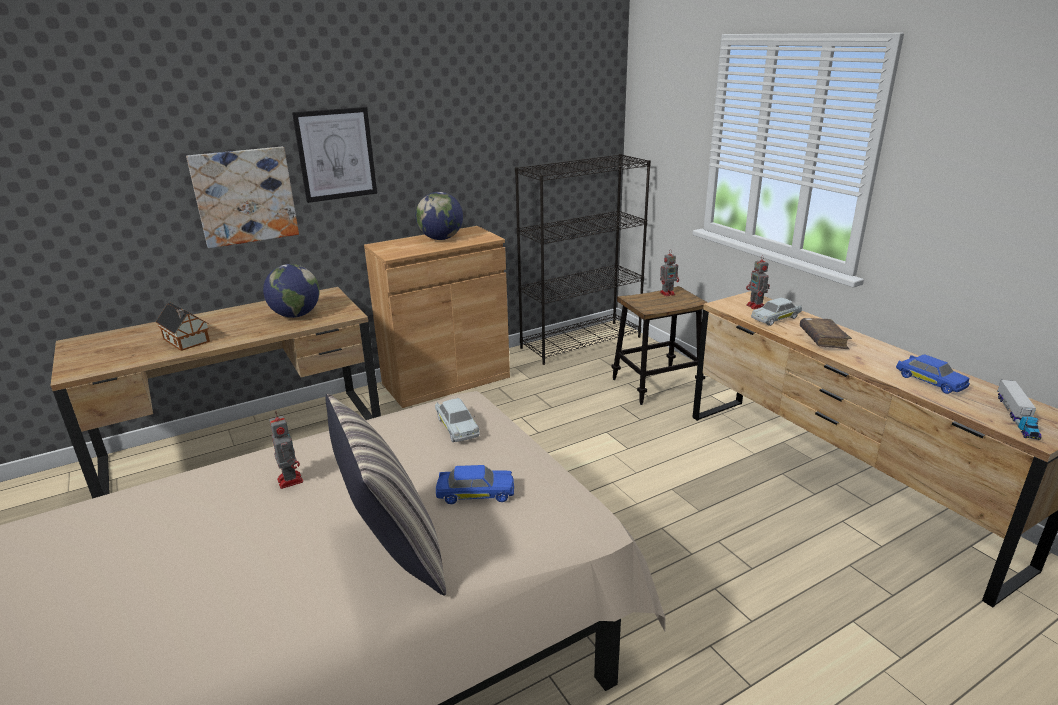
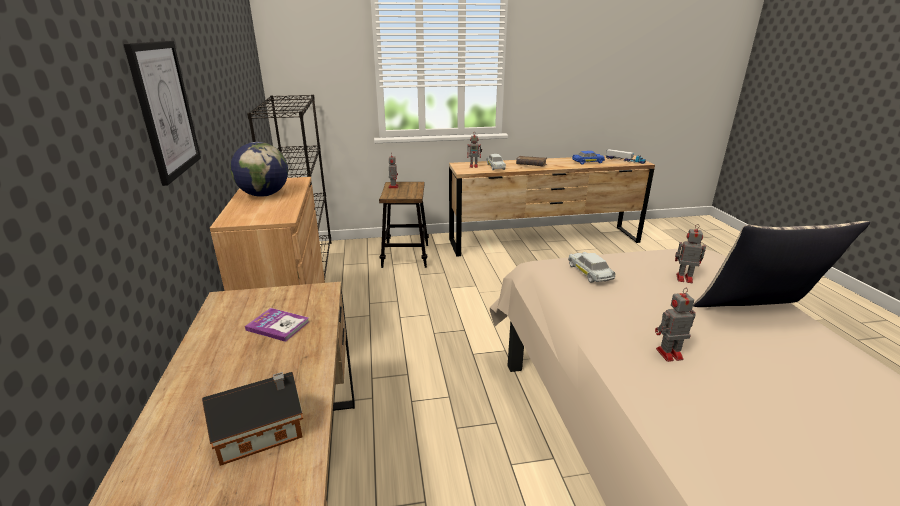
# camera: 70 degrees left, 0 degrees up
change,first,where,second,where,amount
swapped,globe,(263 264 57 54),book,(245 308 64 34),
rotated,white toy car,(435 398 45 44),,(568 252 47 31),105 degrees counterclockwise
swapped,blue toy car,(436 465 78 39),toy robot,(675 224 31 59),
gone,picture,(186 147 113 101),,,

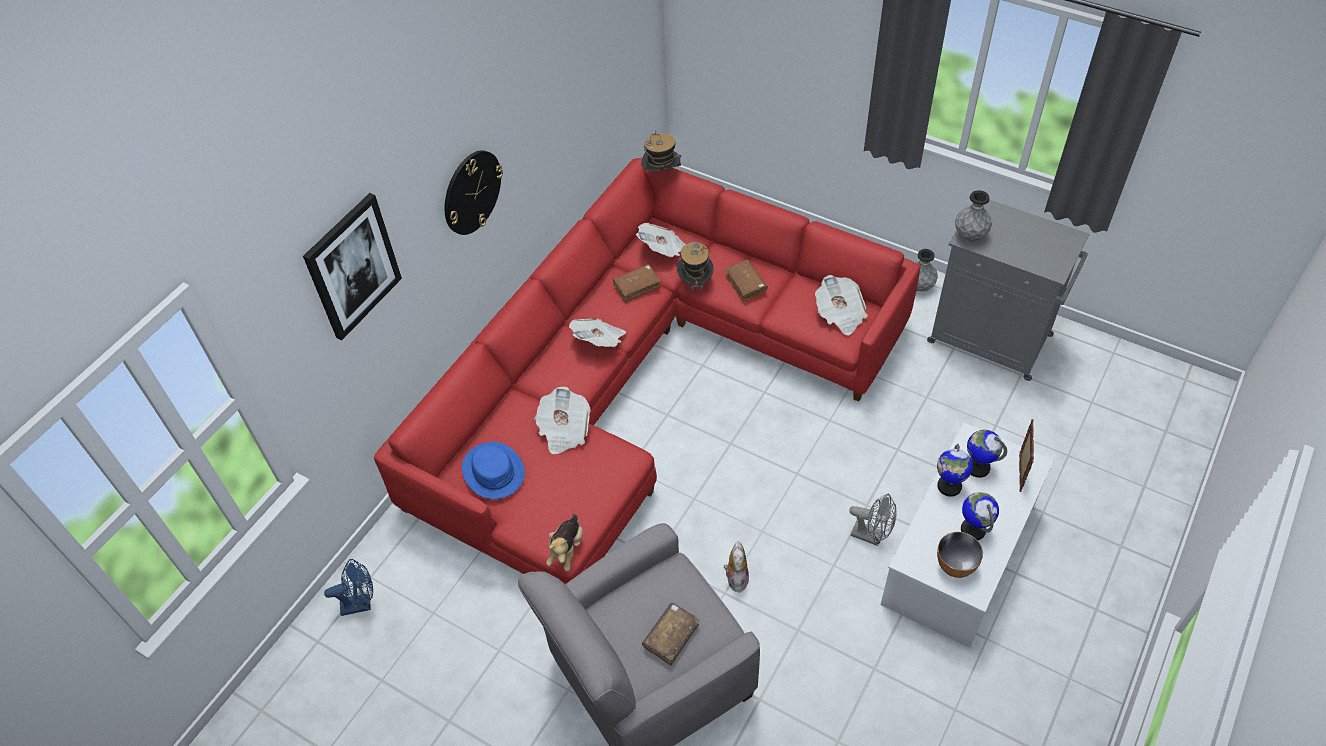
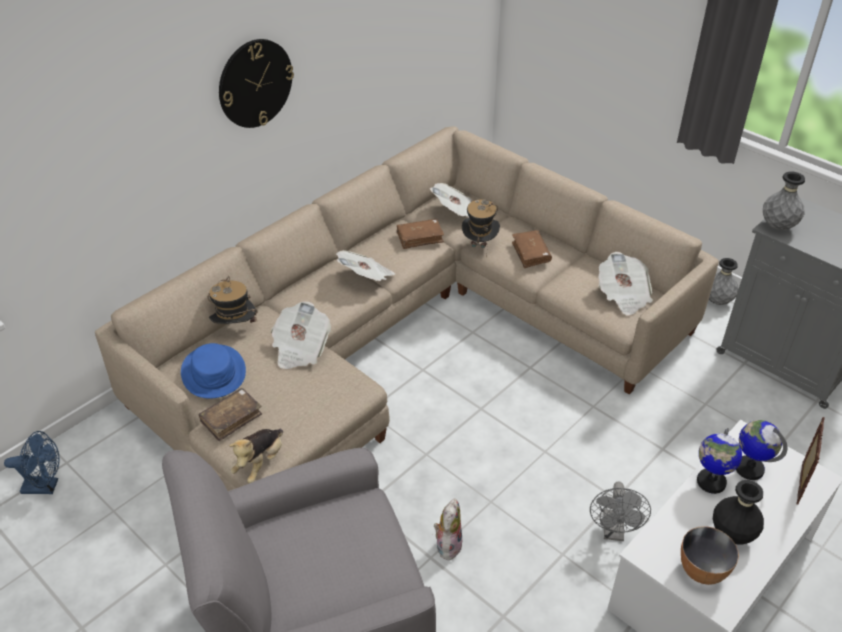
# camera: 10 degrees right, 10 degrees down
change,first,where,second,where,amount
repainted,red sofa,(374 158 546 426),beige sofa,(95 126 624 365),
shifted,brown book,(642 603 58 62),,(199 388 63 54),
shifted,hat,(641 130 40 42),,(207 276 51 48),
rotated,grey fan,(849 494 48 52),,(590 482 61 59),60 degrees clockwise
swapped,globe,(961 492 38 49),black vase,(713 480 51 64),
gone,picture,(303 193 99 148),,,

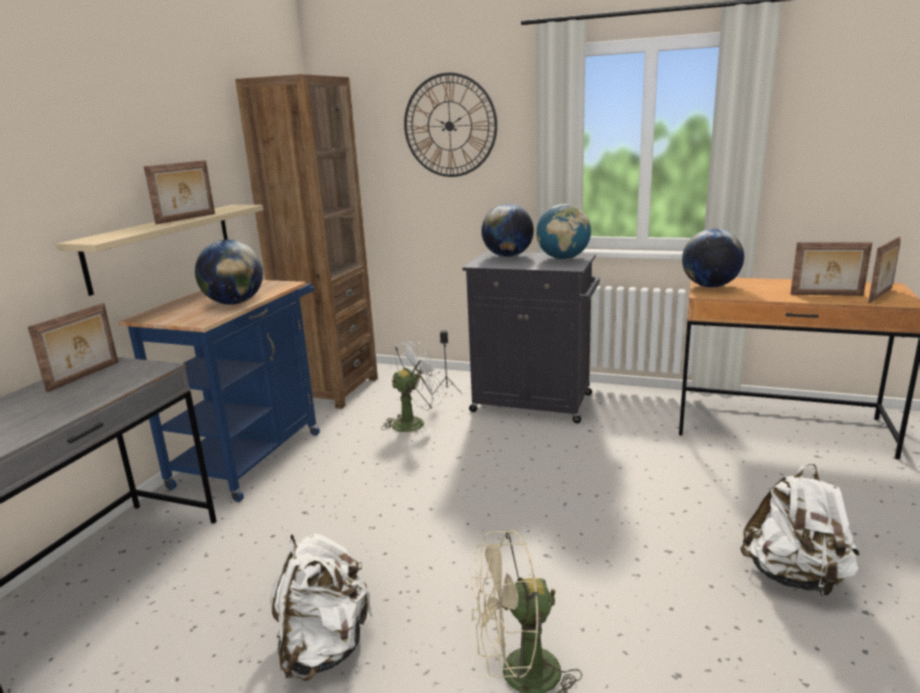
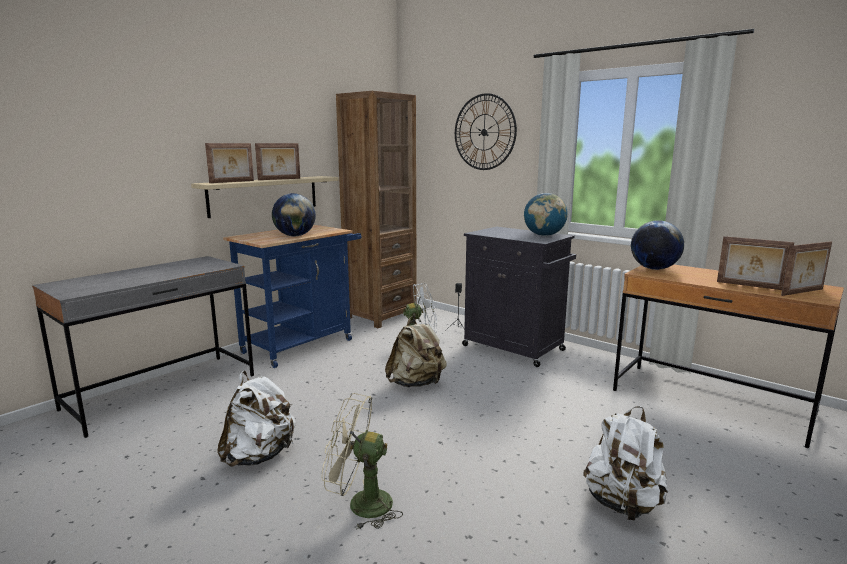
# camera: 20 degrees right, 5 degrees down
change,first,where,second,where,amount
shifted,picture frame,(28 303 90 89),,(205 143 49 40),
new,,,beige backpack,(385 316 62 71),
gone,globe,(481 204 53 53),,,

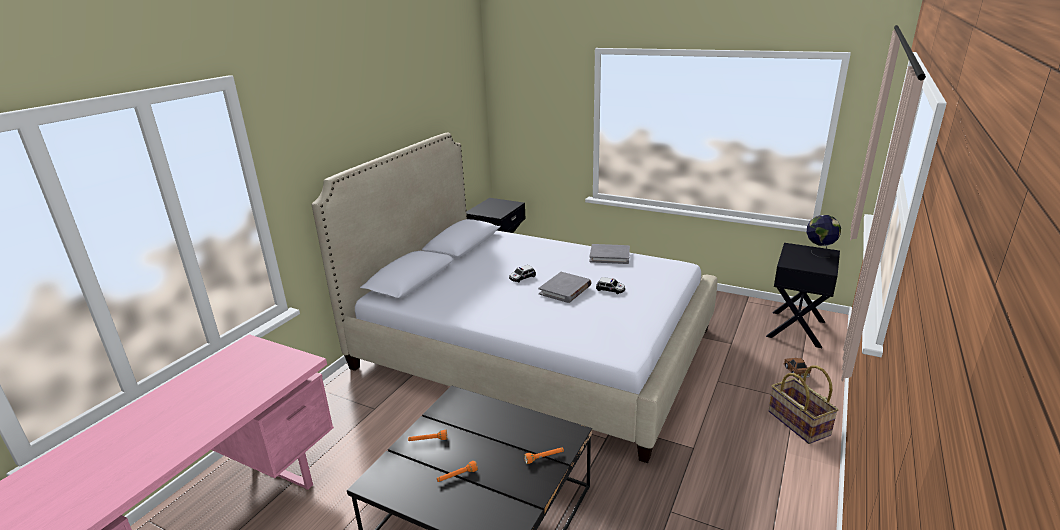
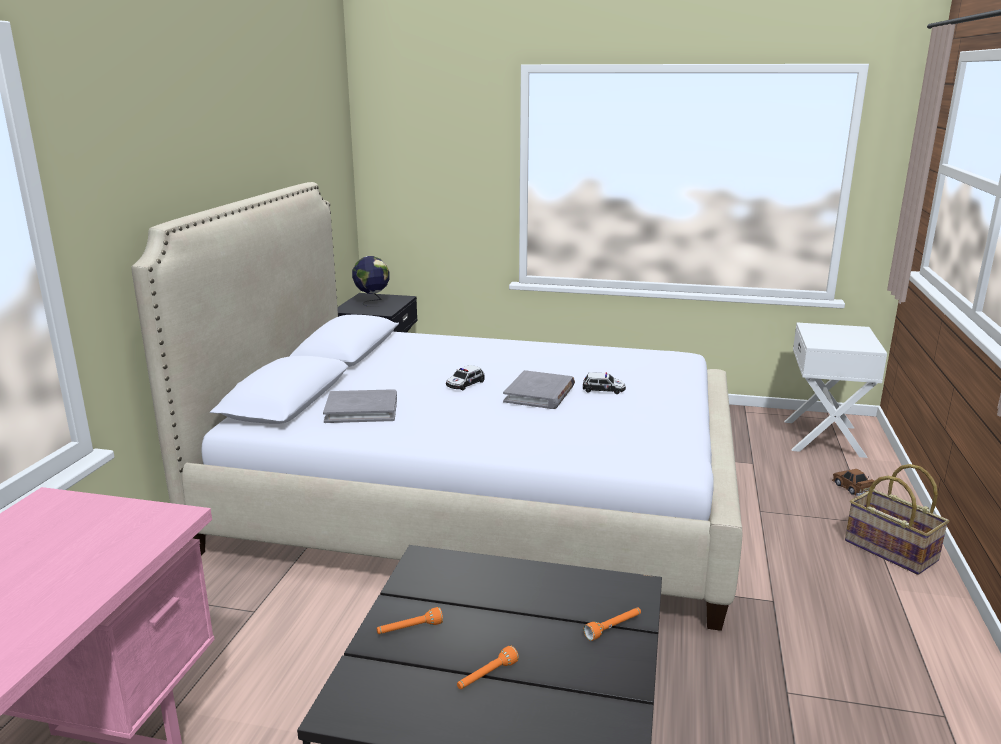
# camera: 15 degrees left, 5 degrees down
change,first,where,second,where,amount
shifted,grey book,(589 244 41 20),,(323 389 74 34),
shifted,globe,(807 215 34 43),,(352 256 38 51),
repainted,black nightstand,(766 243 74 105),white nightstand,(784 323 103 135),

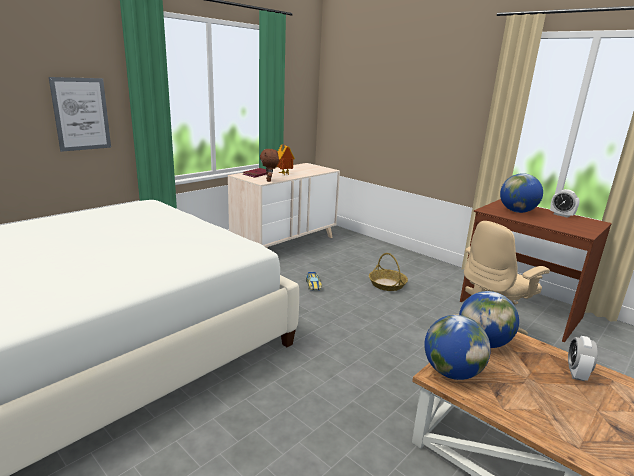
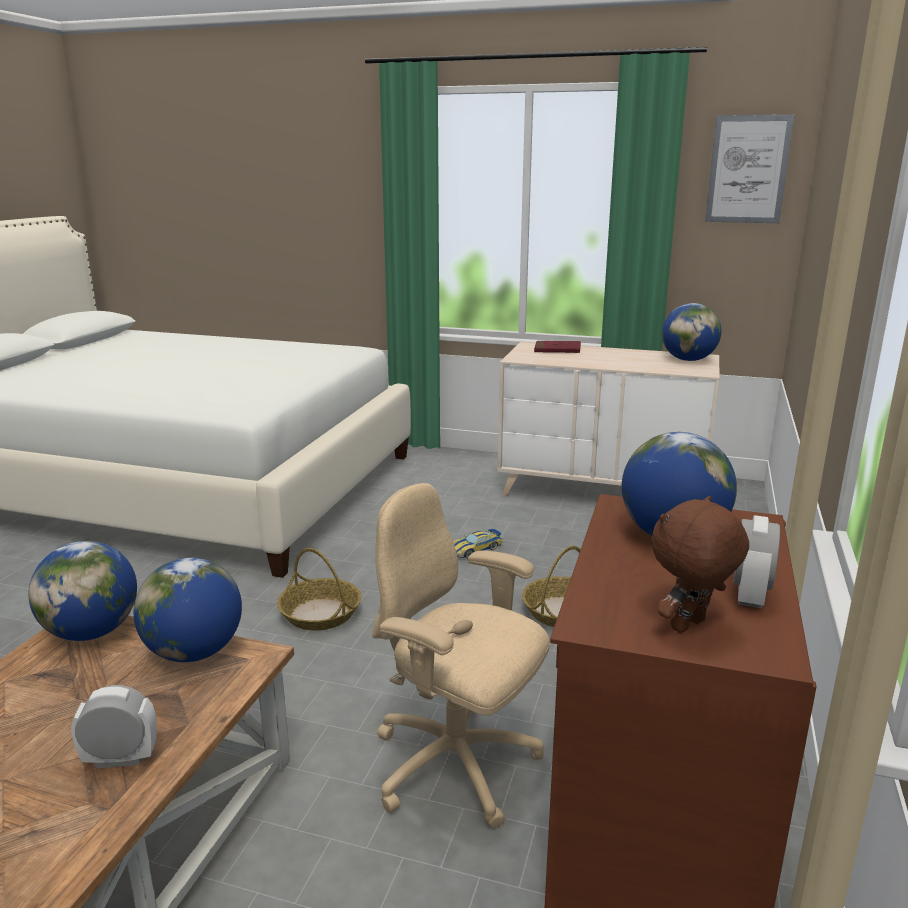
# camera: 65 degrees right, 0 degrees up
change,first,where,second,where,amount
new,,,basket,(277 548 84 83),
shifted,brown plush toy,(260 149 19 33),,(651 496 98 137),
new,,,globe,(662 303 59 58),
shifted,picture,(49 77 62 75),,(705 115 89 108),
gone,toy house,(276 144 19 31),,,

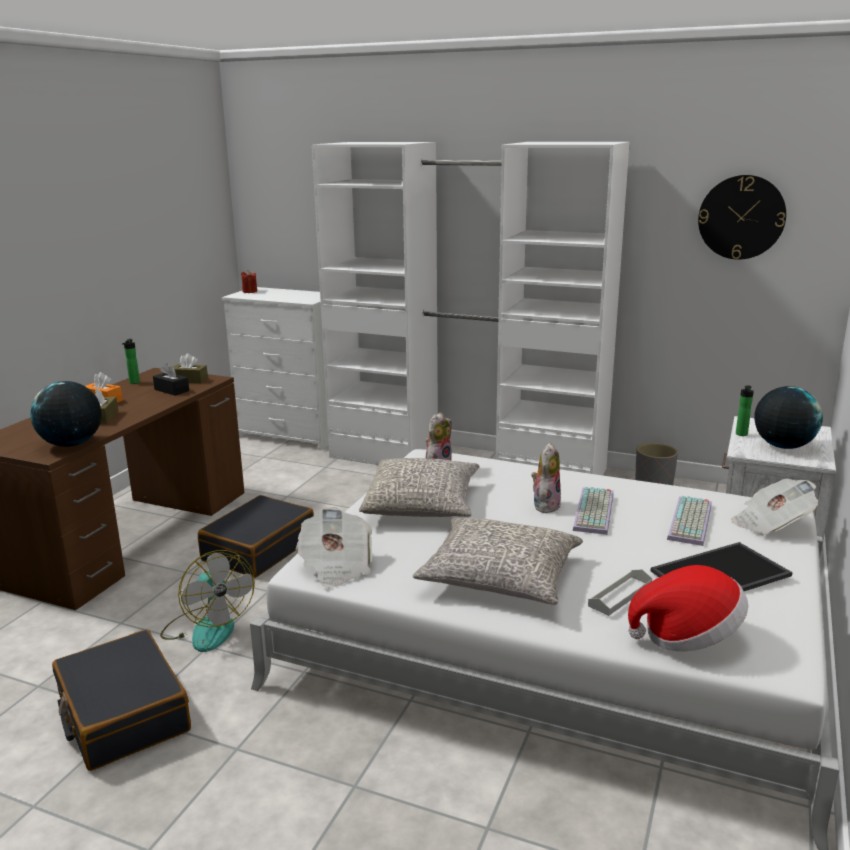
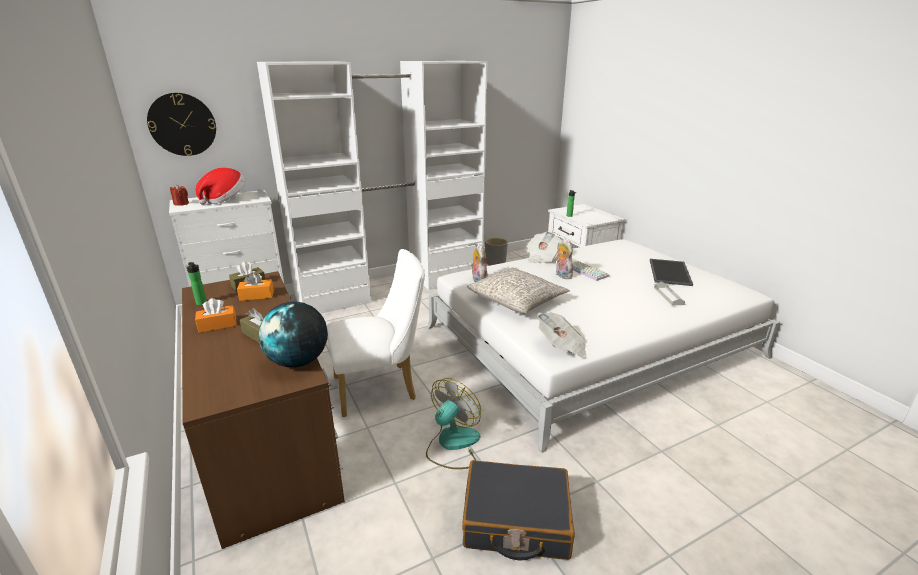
# camera: 50 degrees left, 5 degrees up
change,first,where,second,where,amount
shifted,wall clock,(698 175 88 85),,(147 93 69 63),
shifted,hat,(628 565 120 86),,(195 168 51 37),
repainted,black tissue box,(153 363 36 33),orange tissue box,(237 272 37 29),
swapped,black suitcase,(198 495 116 83),white chair,(327 249 98 168),
rotated,fan,(160 550 95 102),,(426 378 55 91),60 degrees counterclockwise
shifted,newspaper,(731 479 87 56),,(526 232 36 31),
gone,grey pillow,(413 518 170 87),,,
gone,keyboard,(667 496 45 50),,,
gone,globe,(754 386 69 63),,,

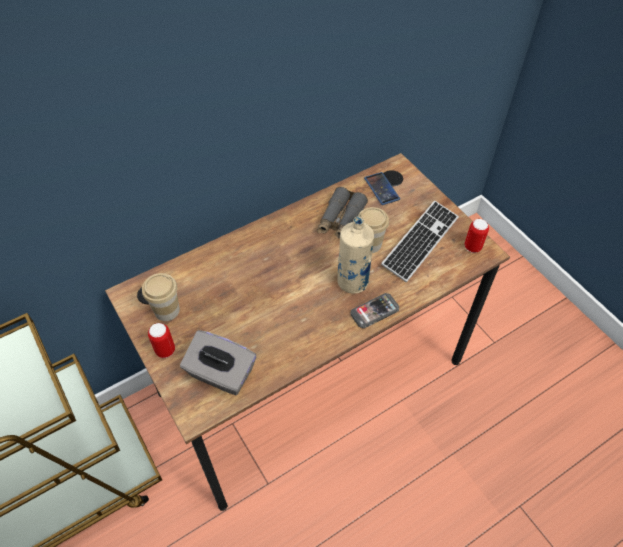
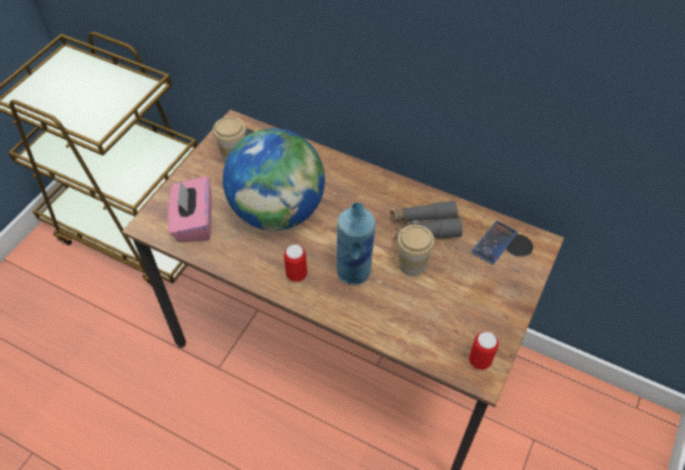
# camera: 60 degrees right, 0 degrees up
change,first,where,second,where,amount
repainted,grey tissue box,(180 330 76 65),pink tissue box,(168 176 44 66),
new,,,globe,(223 128 102 103),
shifted,can,(148 323 27 35),,(284 244 23 38),
repainted,beige bottle,(337 216 37 78),blue bottle,(337 203 39 82),
gone,phone,(350 293 49 35),,,
gone,keyboard,(381 201 78 81),,,

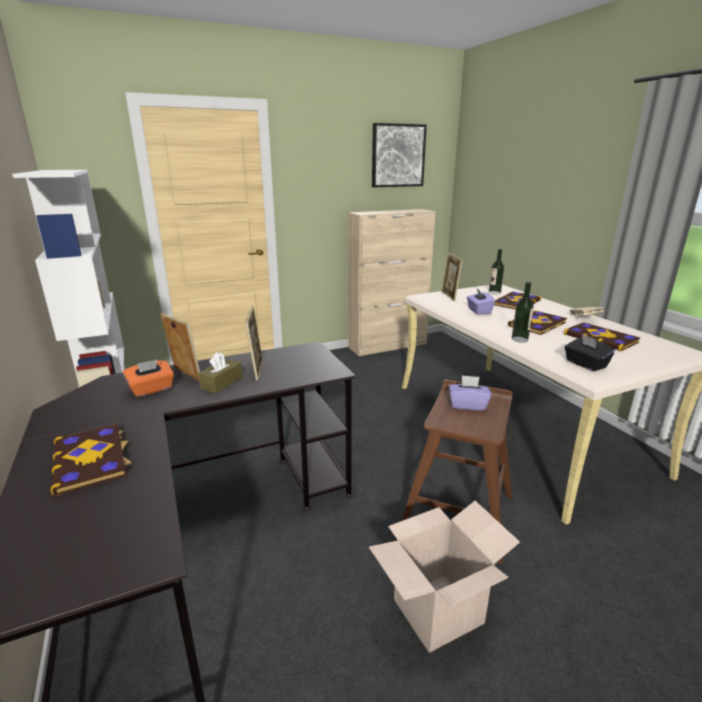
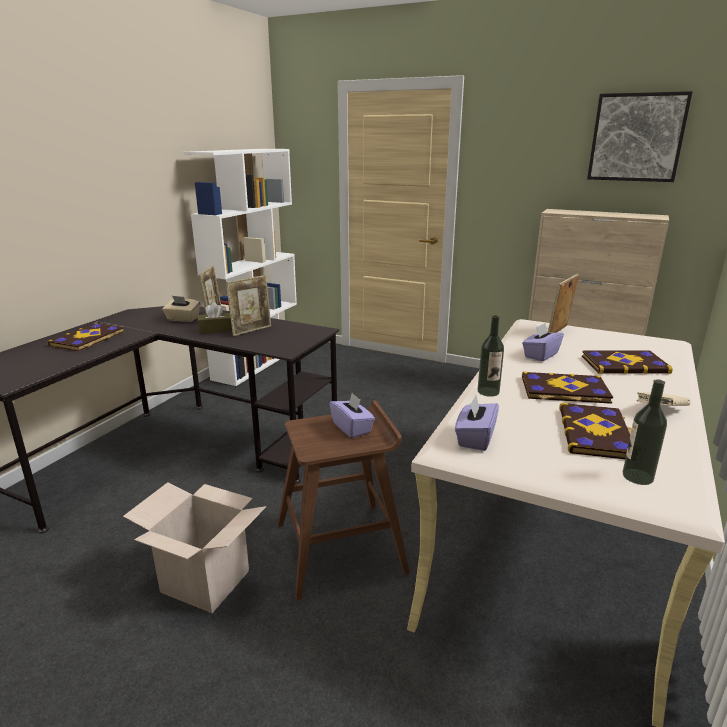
# camera: 50 degrees right, 0 degrees up
change,first,where,second,where,amount
repainted,orange tissue box,(123 360 51 37),beige tissue box,(162 296 38 26),
repainted,black tissue box,(565 334 50 37),purple tissue box,(455 395 44 56),
shifted,bottle,(489 249 15 45),,(623 379 44 106),

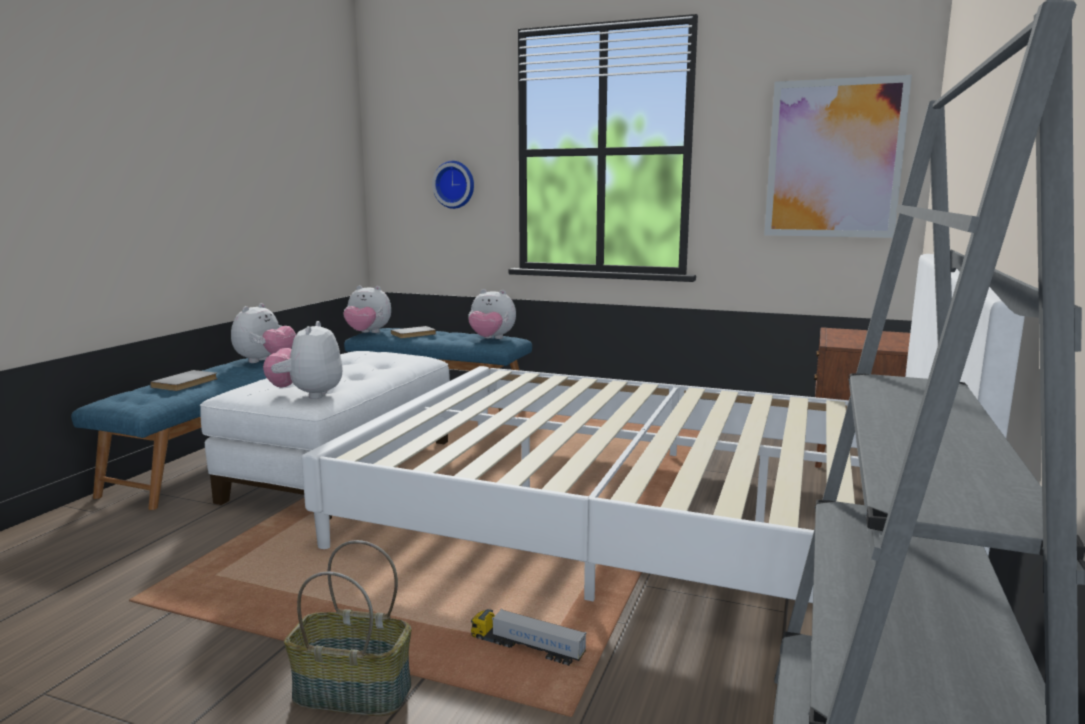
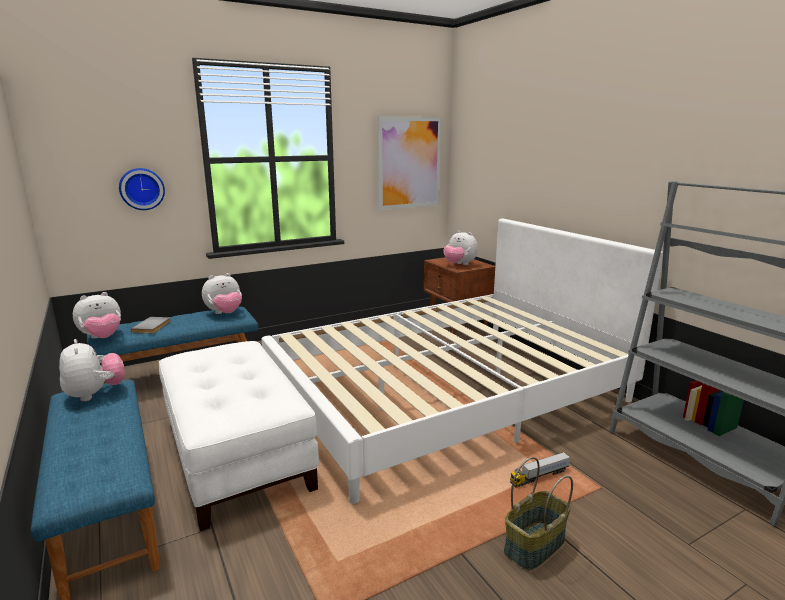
# camera: 50 degrees left, 5 degrees up
change,first,where,second,where,amount
shifted,plush toy,(263 321 80 78),,(443 230 35 35),
gone,grey book,(150 370 67 21),,,

